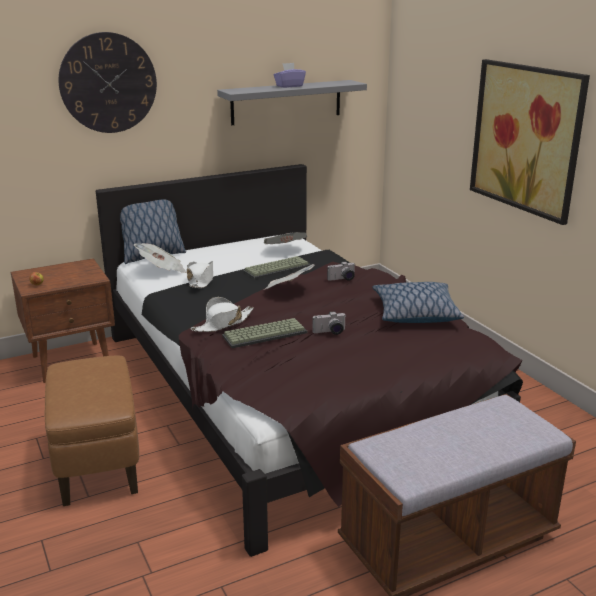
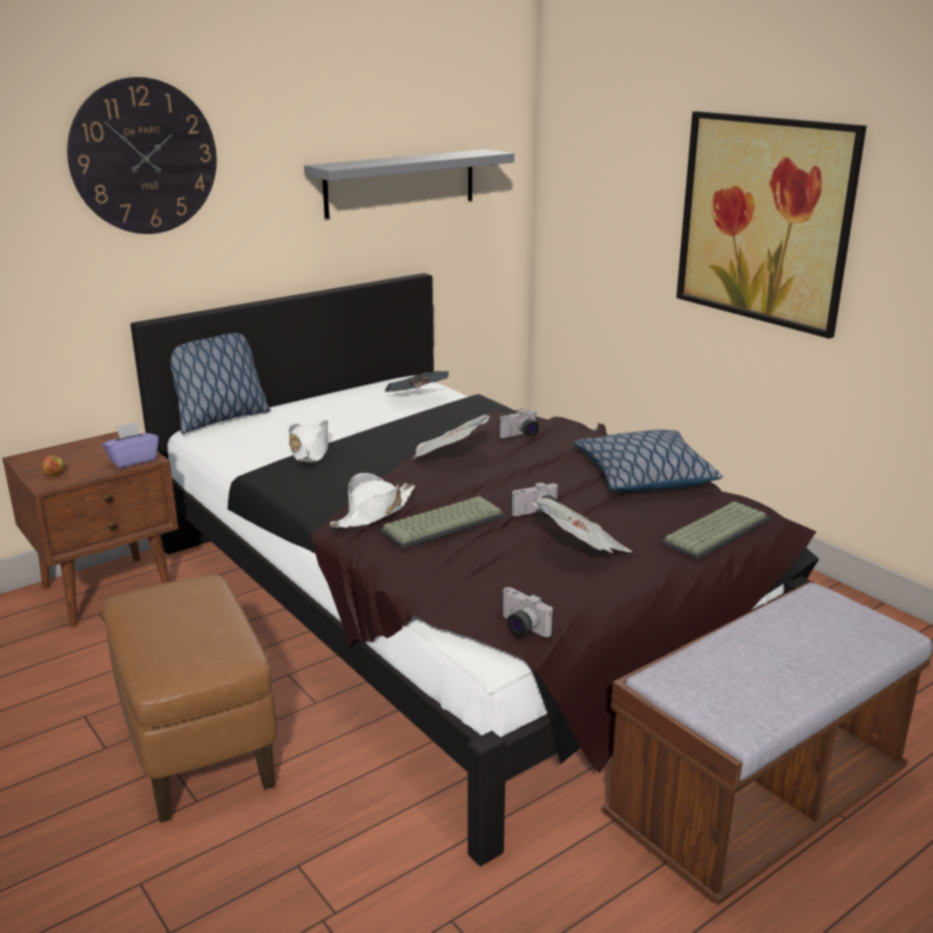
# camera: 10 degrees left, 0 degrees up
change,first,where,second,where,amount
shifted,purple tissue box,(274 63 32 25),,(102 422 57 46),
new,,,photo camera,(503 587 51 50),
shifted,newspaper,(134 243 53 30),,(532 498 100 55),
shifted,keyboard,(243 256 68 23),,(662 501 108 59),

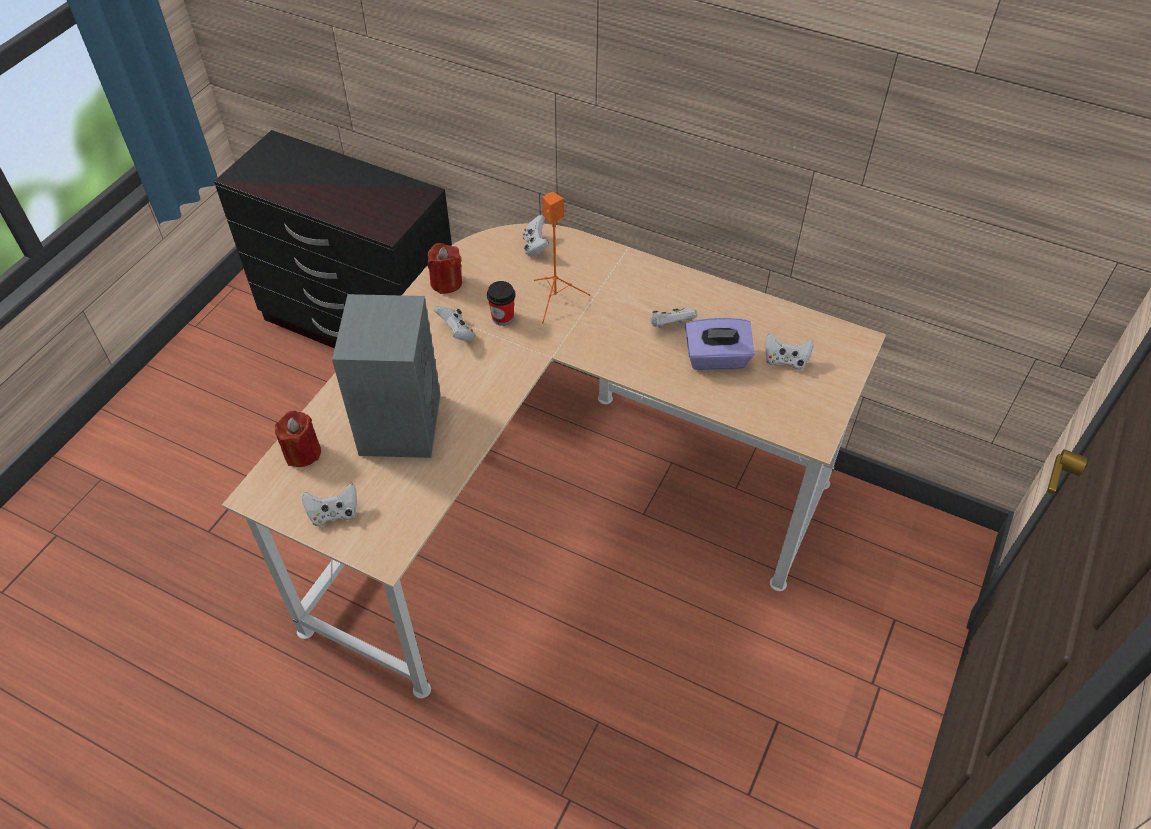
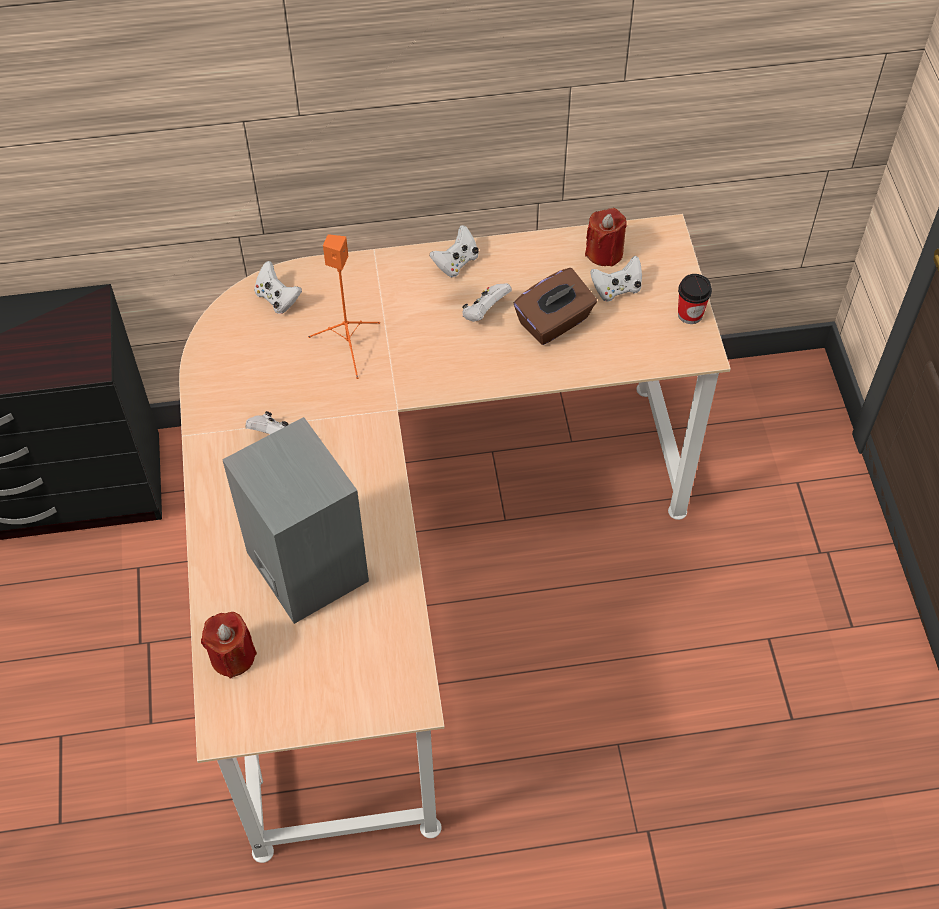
# camera: 35 degrees left, 5 degrees up
change,first,where,second,where,amount
shifted,white game controller,(302 483 55 43),,(430 225 49 52),
repainted,purple tissue box,(685 318 69 52),brown tissue box,(514 268 83 77),
shifted,red candle,(427 243 35 51),,(585 208 42 59),
shifted,cup,(487 281 28 45),,(678 274 34 50),

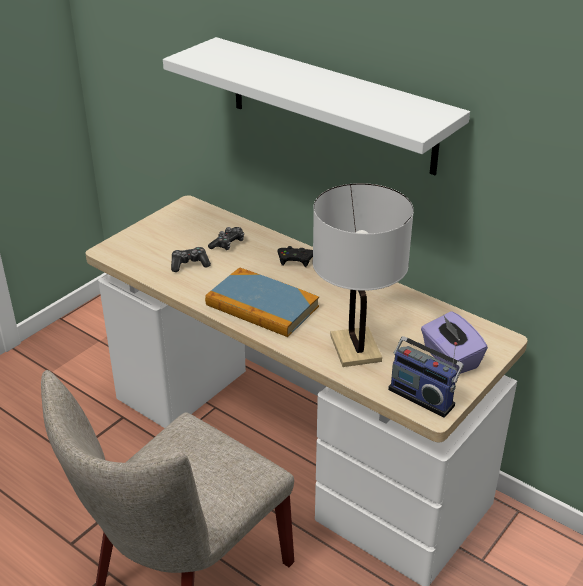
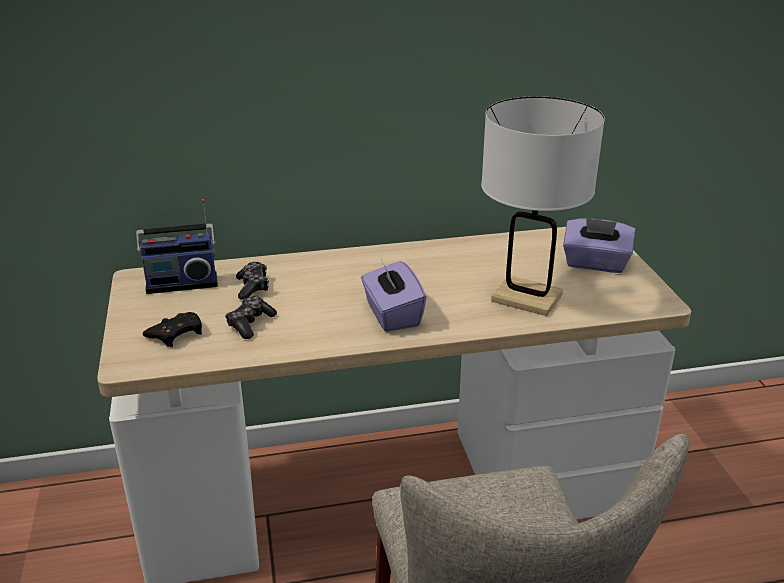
# camera: 50 degrees left, 5 degrees down
change,first,where,second,where,amount
shifted,radio,(388 336 76 82),,(136 199 82 95),
shifted,black game controller,(277 246 36 21),,(142 312 60 35),
swapped,book,(205 267 114 70),purple tissue box,(361 259 65 73),
gone,white shelf,(163 37 307 138),,,

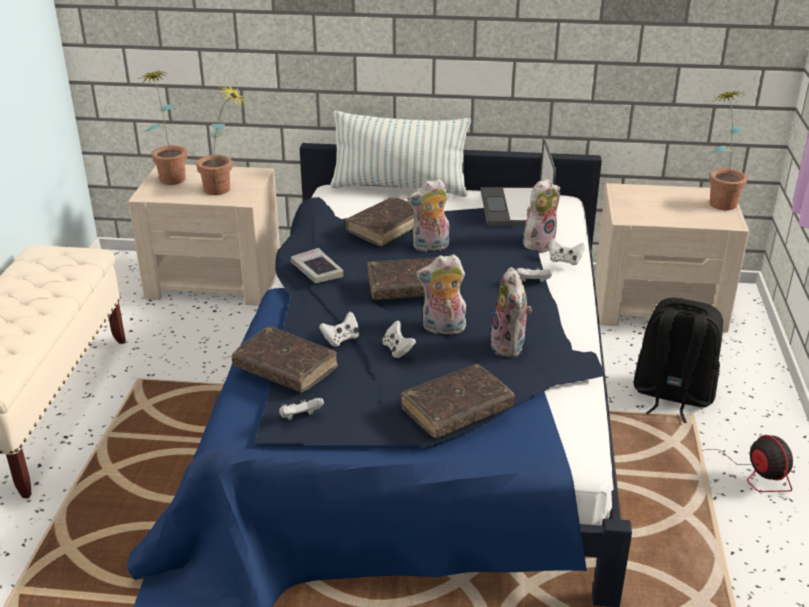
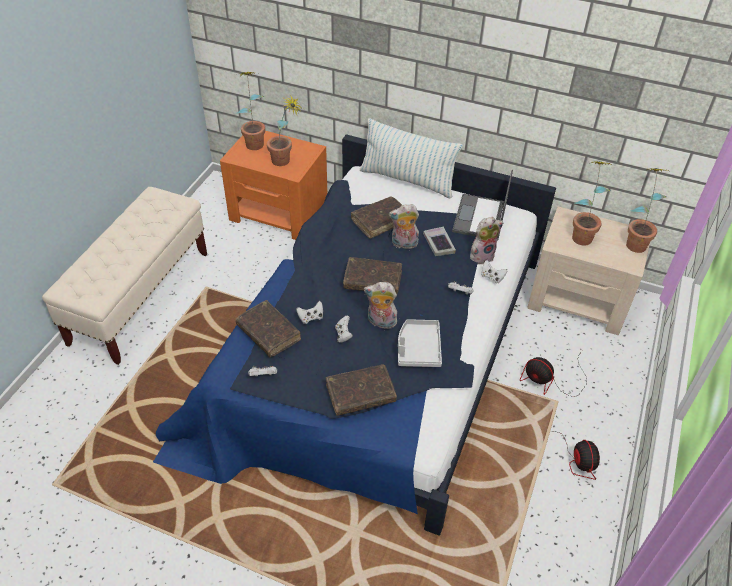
# camera: 15 degrees right, 15 degrees up
change,first,where,second,where,amount
repainted,beige nightstand,(128 165 152 141),orange nightstand,(220 131 107 109),
swapped,plush toy,(491 267 41 91),grey tray,(398 319 44 48),
shifted,book,(291 248 53 35),,(423 227 33 29),
swapped,black backpack,(634 298 89 125),fan,(520 351 67 46),
new,,,potted plant,(572 161 39 85),

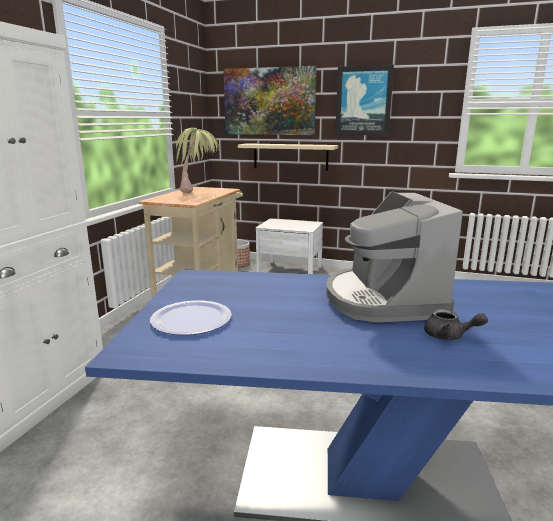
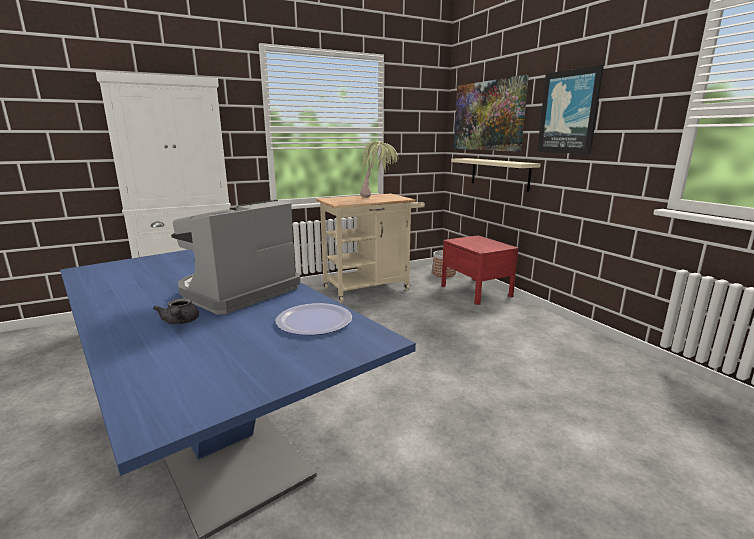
# camera: 45 degrees right, 0 degrees up
change,first,where,second,where,amount
shifted,plate,(150 300 82 35),,(276 303 76 32),
repainted,white nightstand,(256 218 67 56),red nightstand,(441 236 77 69),

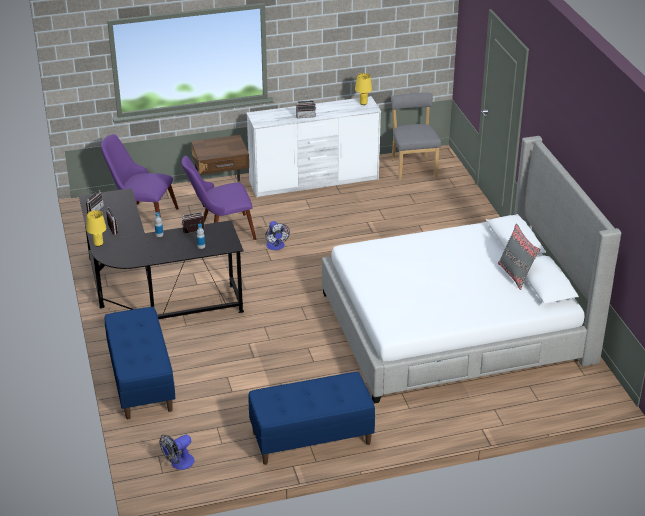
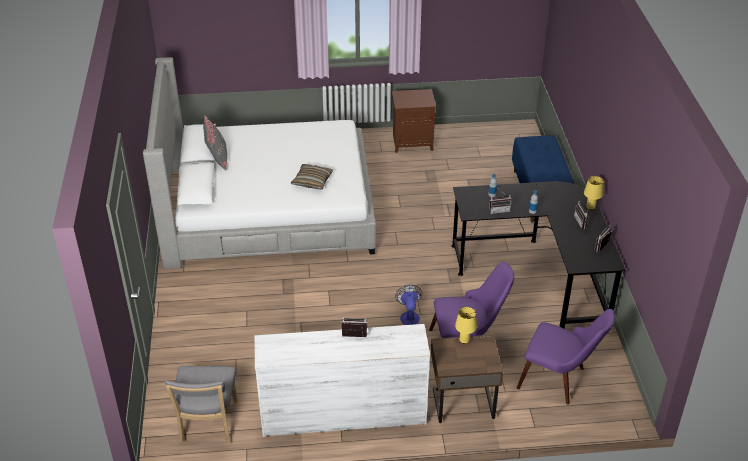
# camera: 170 degrees left, 5 degrees up
change,first,where,second,where,amount
new,,,pillow,(291 164 42 26),
swapped,blue bench,(248 372 127 93),brown nightstand,(392 89 44 64),
shifted,yellow table lamp,(355 73 17 32),,(455 307 22 37),
gone,fan,(160 435 34 35),,,

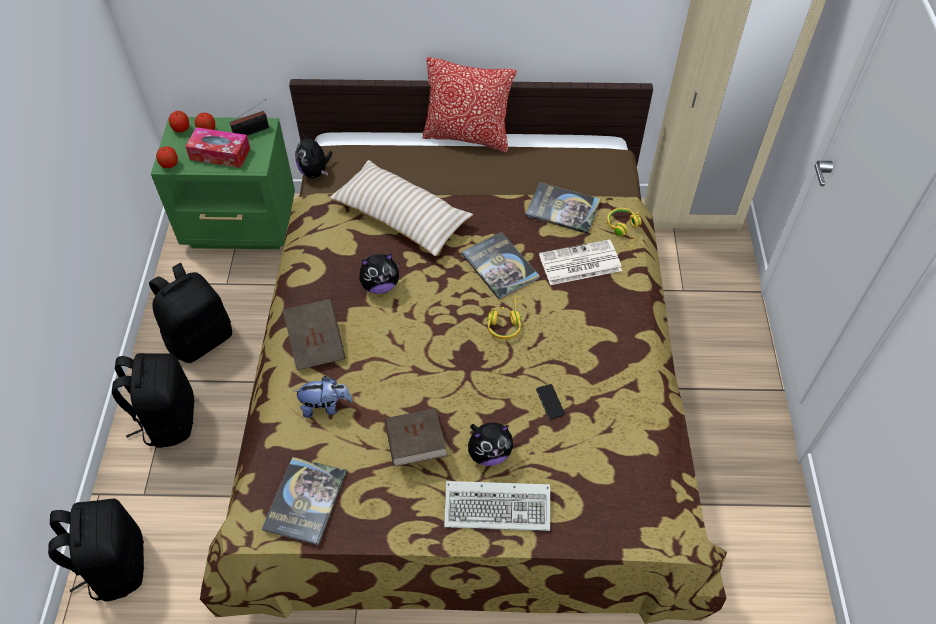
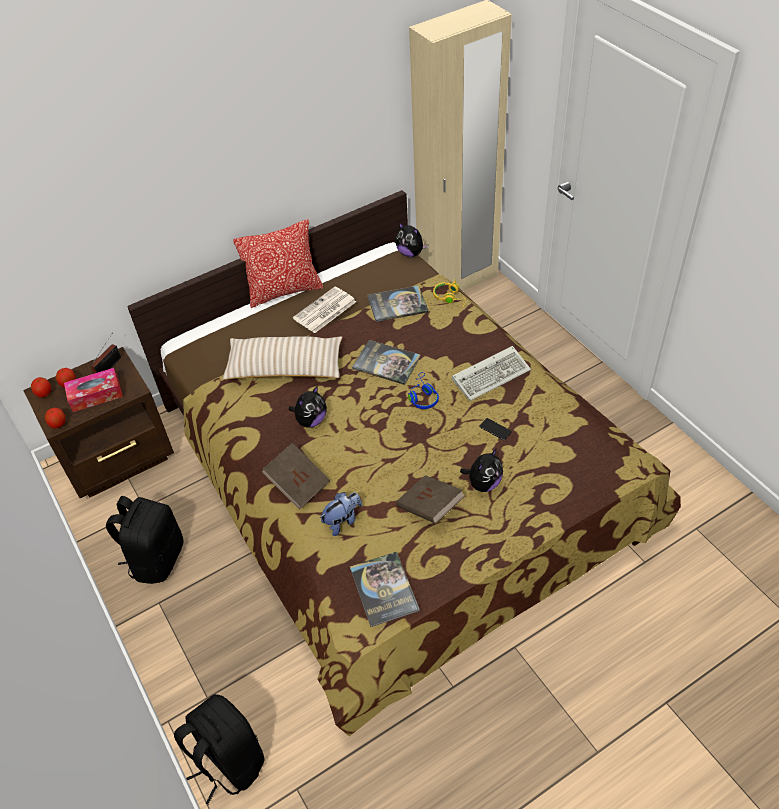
# camera: 30 degrees left, 5 degrees down
change,first,where,second,where,amount
repainted,green nightstand,(151 117 144 132),brown nightstand,(23 347 151 151),
shifted,newspaper,(539 239 83 46),,(293 287 63 46),
shifted,plush toy,(295 132 37 46),,(396 222 32 35),
repainted,yellow headphones,(487 296 38 44),blue headphones,(408 372 31 37),
shifted,keyboard,(444 481 106 50),,(452 346 79 55),
gone,black backpack,(112 353 83 95),,,

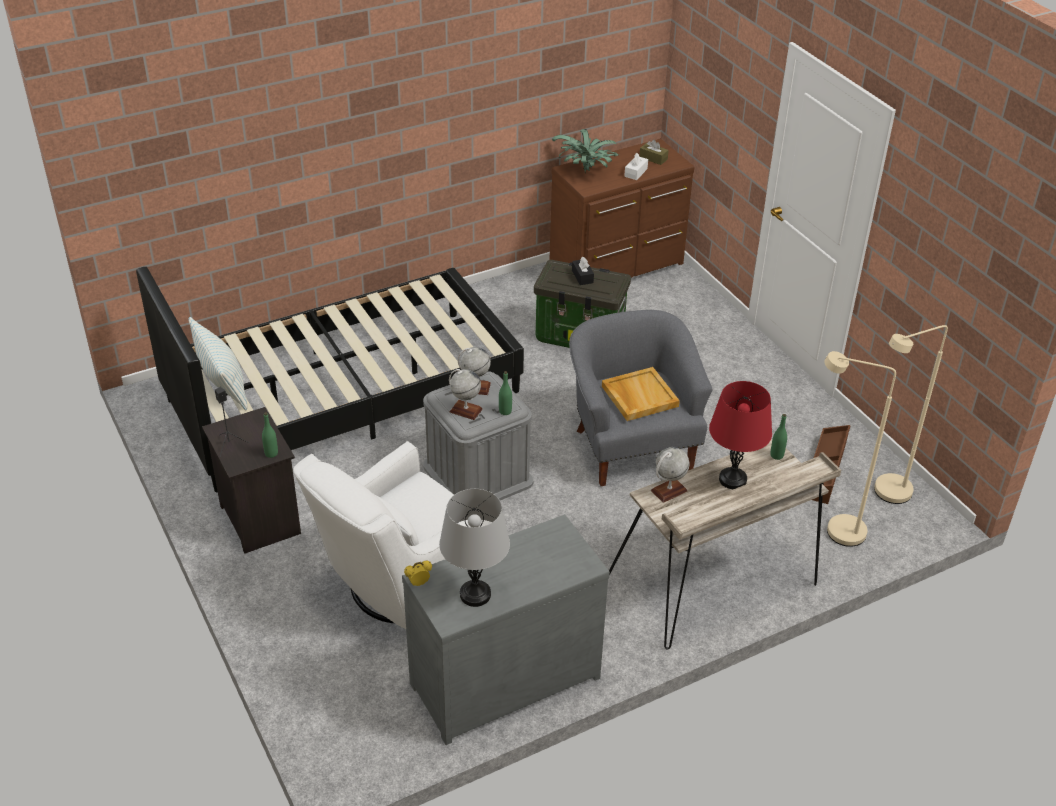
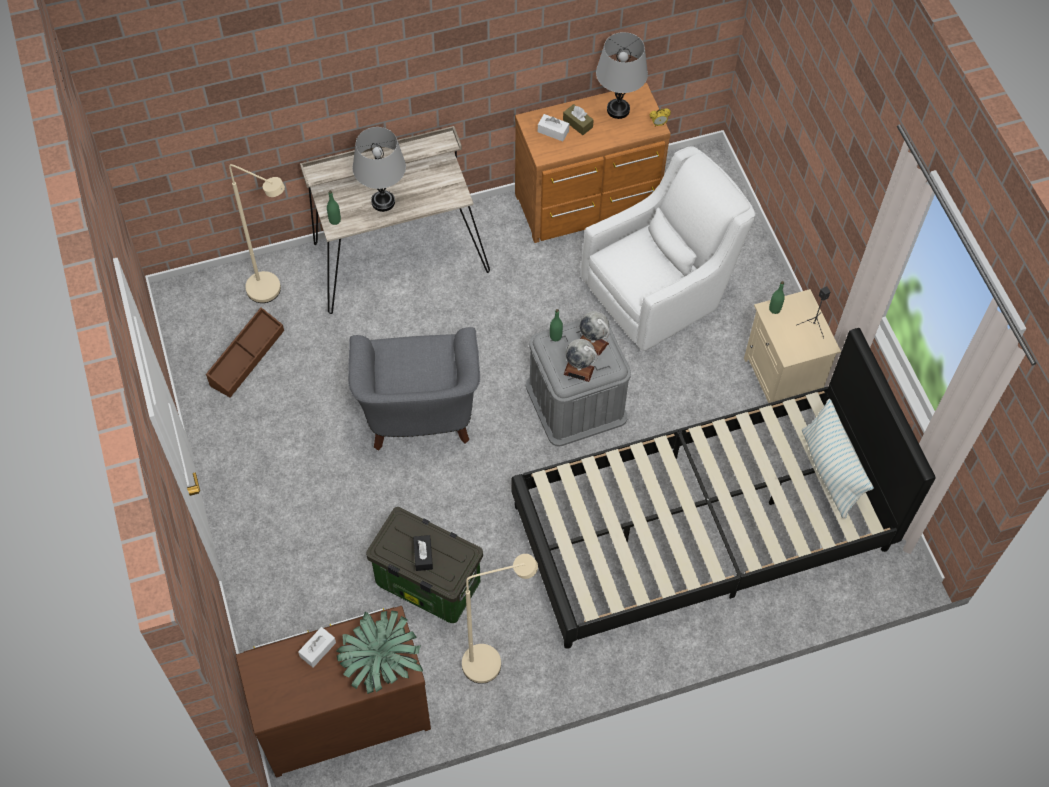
# camera: 170 degrees left, 20 degrees up
change,first,where,second,where,amount
repainted,red table lamp,(709 381 63 108),grey table lamp,(353 127 53 85),
shifted,beige floor lamp,(874 325 74 179),,(462 554 76 130),
repainted,grey dresser,(402 514 208 231),brown dresser,(515 83 156 160),
new,,,white tissue box,(538 114 31 27),
shifted,brown tissue box,(639 140 30 25),,(563 104 31 31),
repainted,black nightstand,(202 407 99 147),beige nightstand,(744 289 97 114),
gone,beige tray,(602 367 78 54),,,
gone,globe,(651 447 38 56),,,

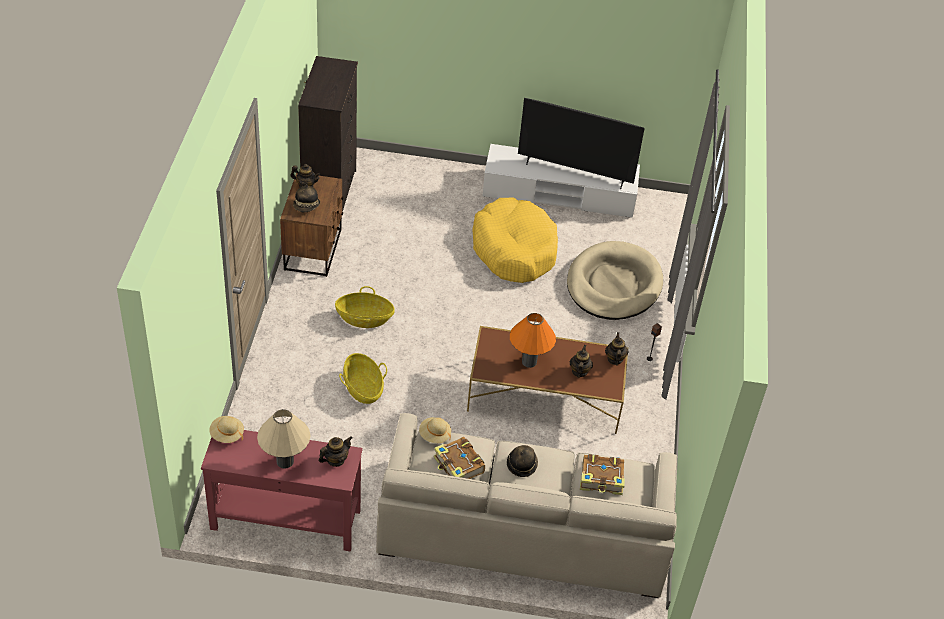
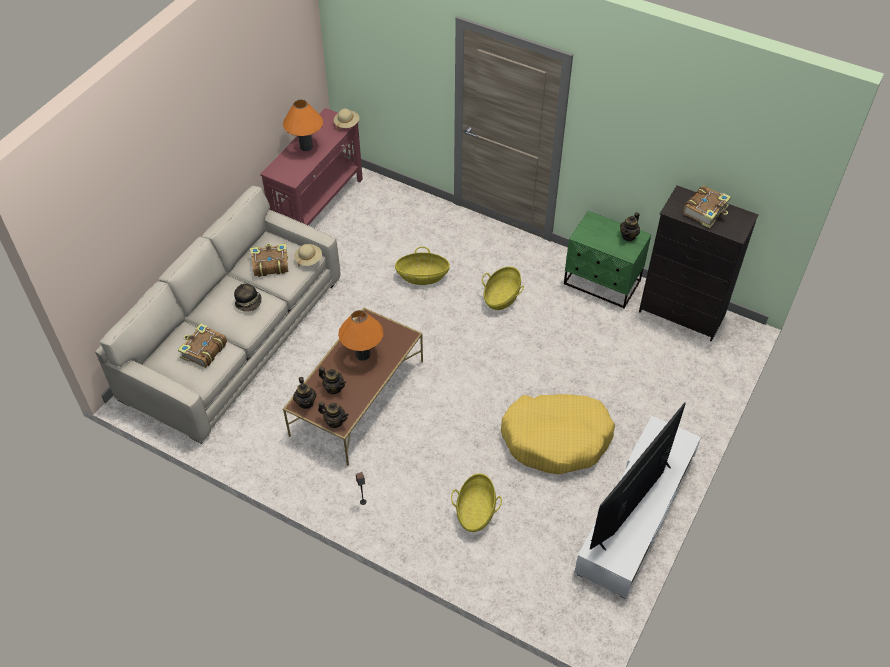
# camera: 115 degrees right, 5 degrees up
change,first,where,second,where,amount
repainted,beige table lamp,(257 409 54 60),orange table lamp,(283 100 40 51),
shifted,teapot,(319 436 33 31),,(293 377 24 32),
swapped,beige dog bed,(567 241 96 79),basket,(451 473 51 59),
repainted,brown nightstand,(280 173 63 104),green nightstand,(564 211 87 98),
new,,,book,(683 185 48 43),
gone,hat,(293 184 27 29),,,

